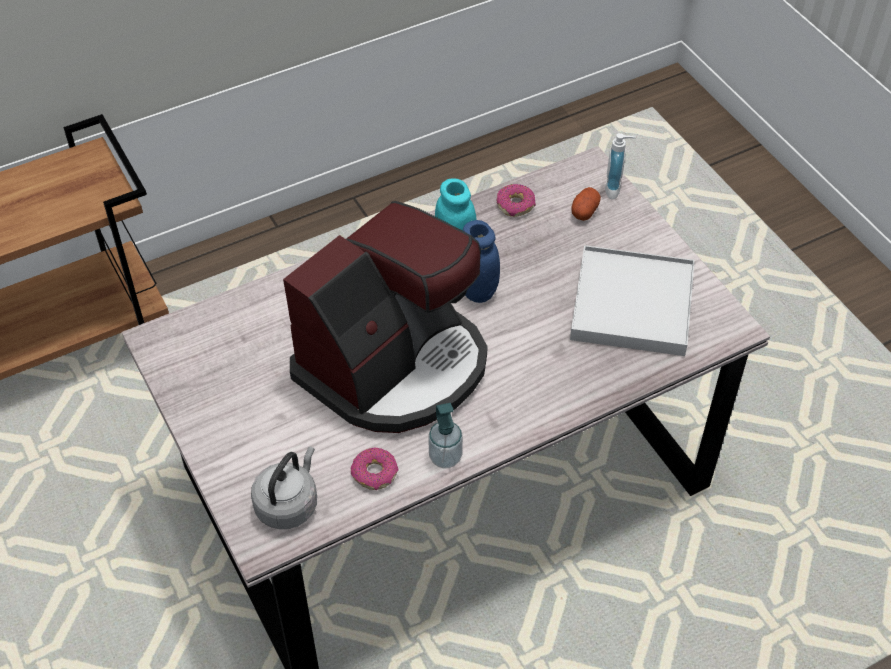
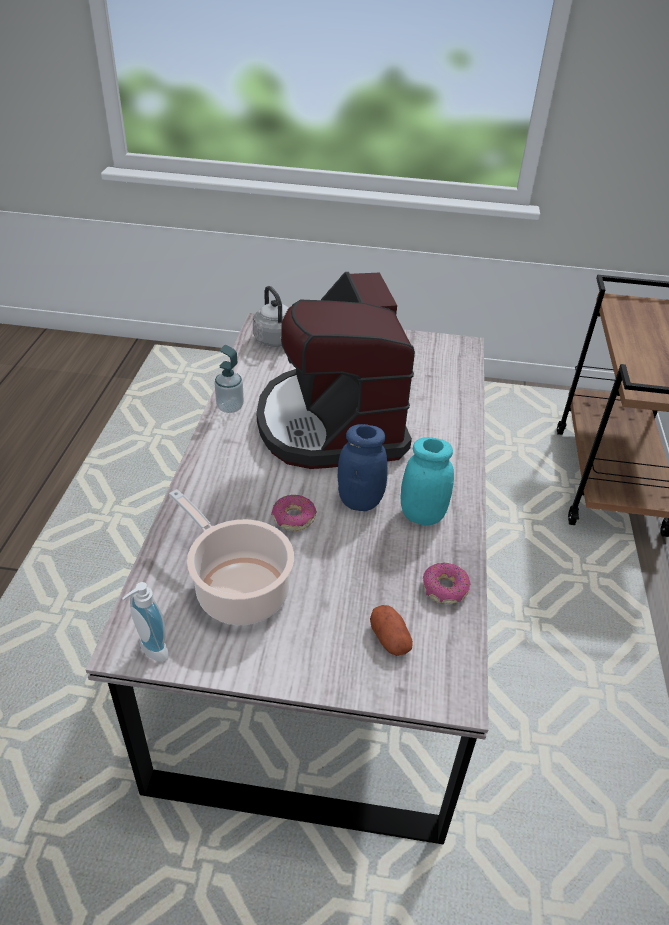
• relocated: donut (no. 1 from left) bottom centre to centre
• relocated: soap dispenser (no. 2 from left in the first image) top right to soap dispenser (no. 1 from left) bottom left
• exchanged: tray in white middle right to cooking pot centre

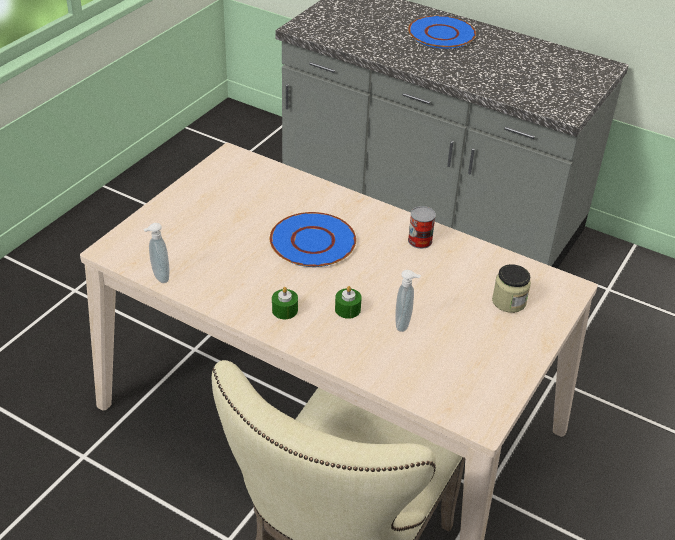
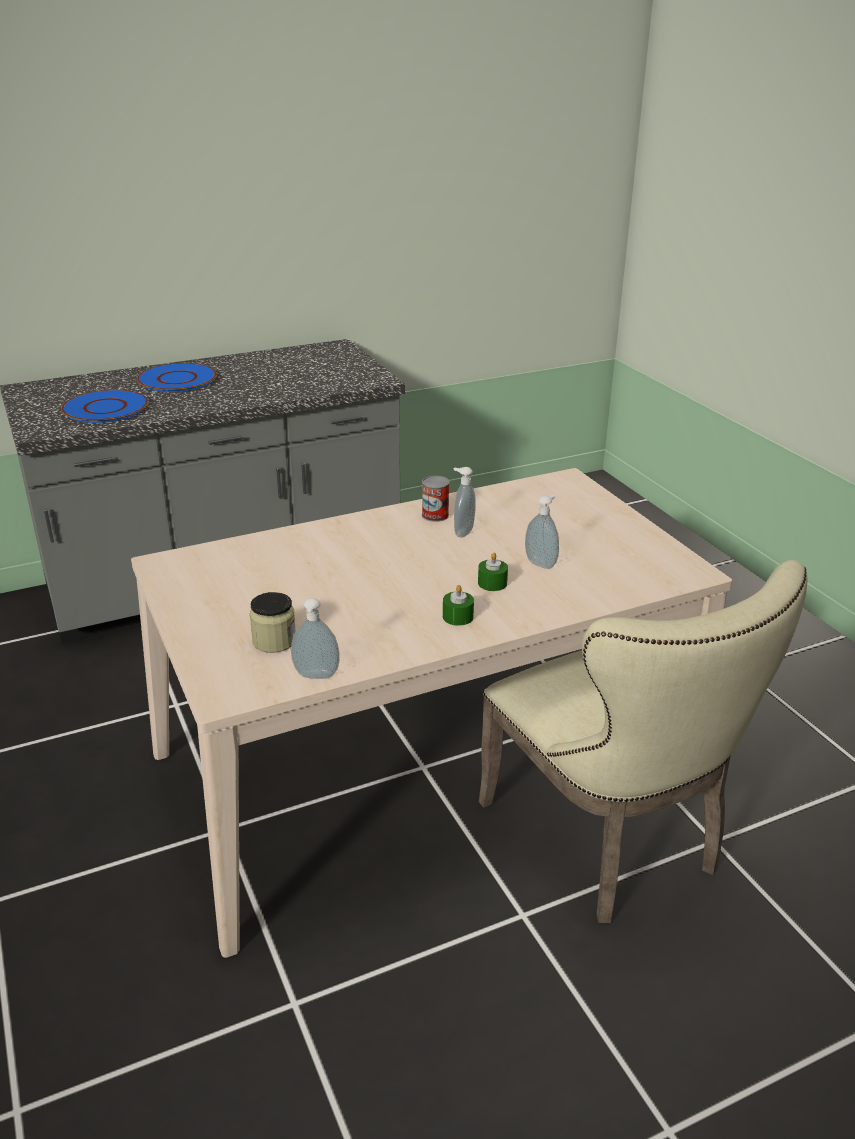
• appeared: soap dispenser (no. 2 from left) centre
• relocated: plate in blue (no. 1 from left) centre to middle left
• relocated: jar middle right to middle left

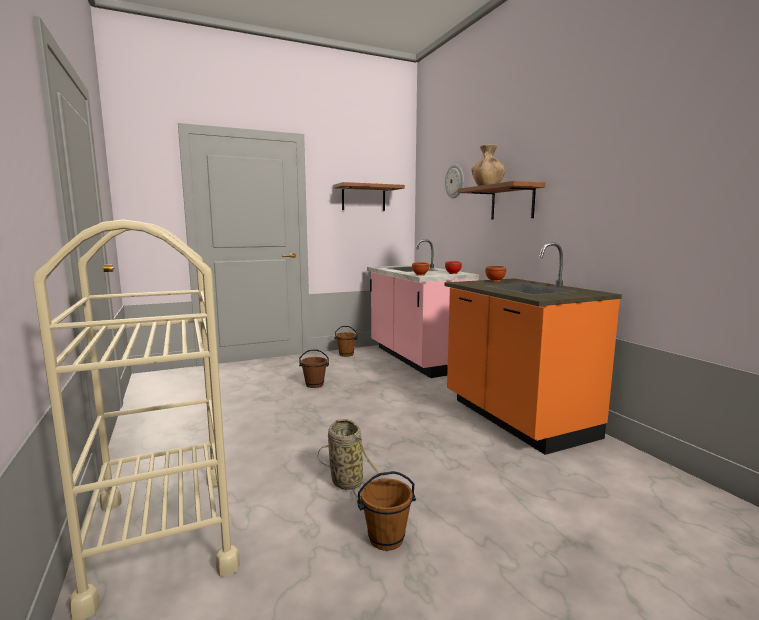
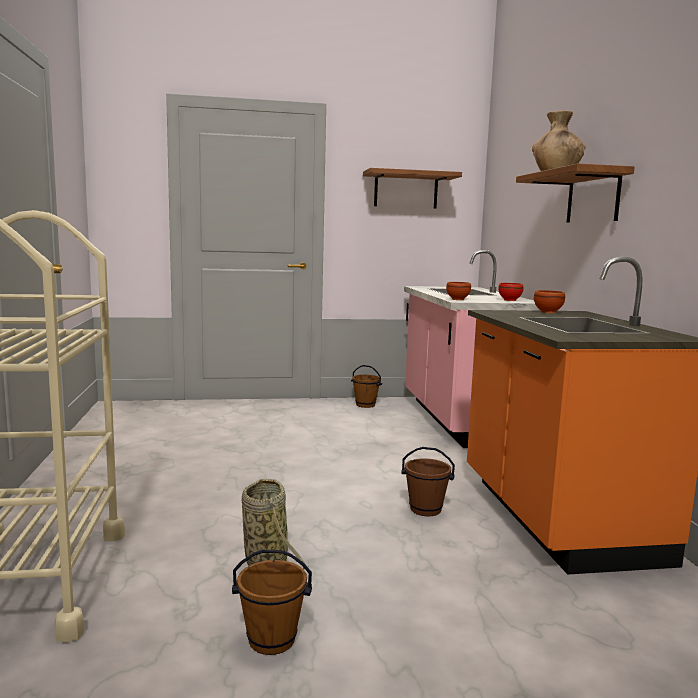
• missing: wall clock top centre
• relocated: bucket in brown (no. 1 from left in the first image) centre to bucket in brown (no. 3 from left) bottom centre

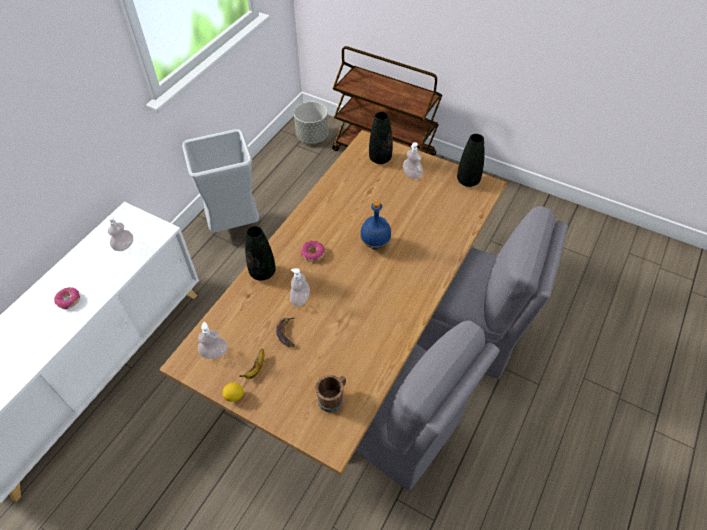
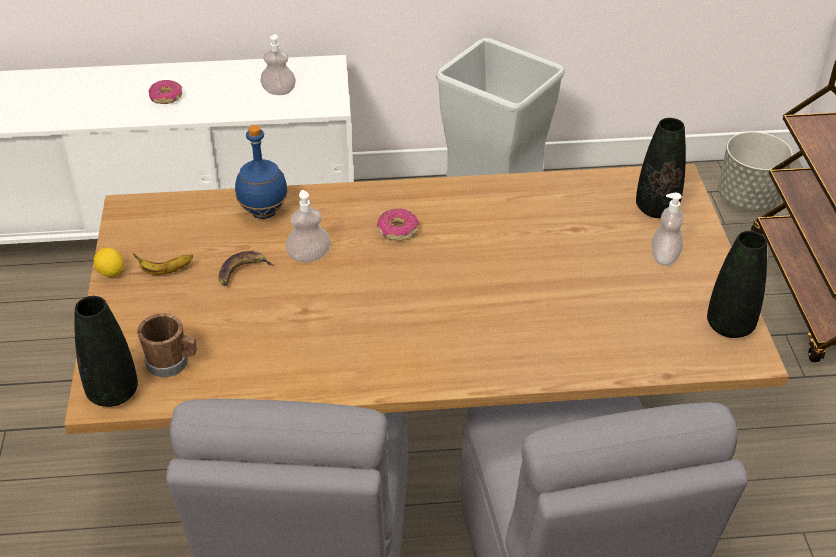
• missing: soap dispenser (no. 2 from left) middle left
• relocated: vase in black (no. 1 from left) centre to middle left
• relocated: bottle in blue centre to top left

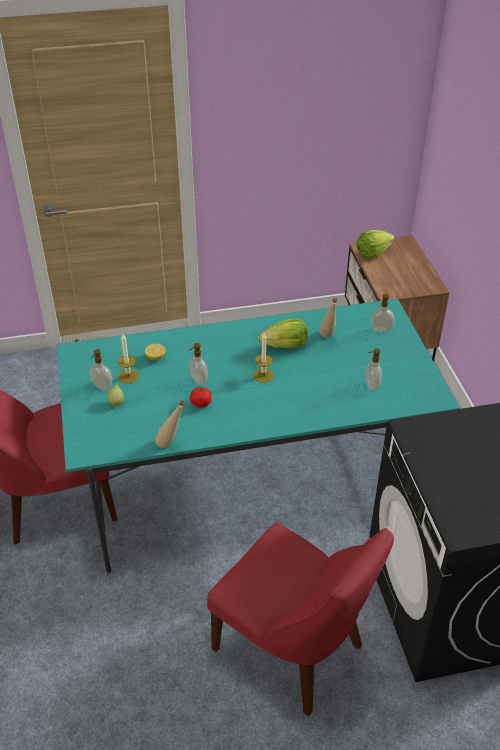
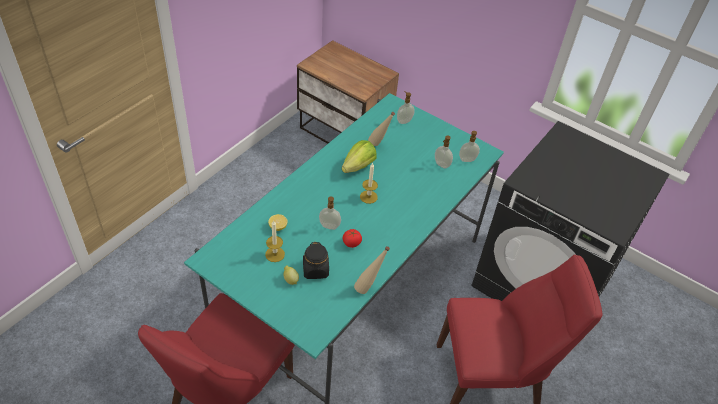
• missing: lettuce (no. 2 from left) top right
• appeared: jar in black centre
• relocated: soap dispenser (no. 1 from left in the first image) middle left to soap dispenser (no. 4 from left) centre

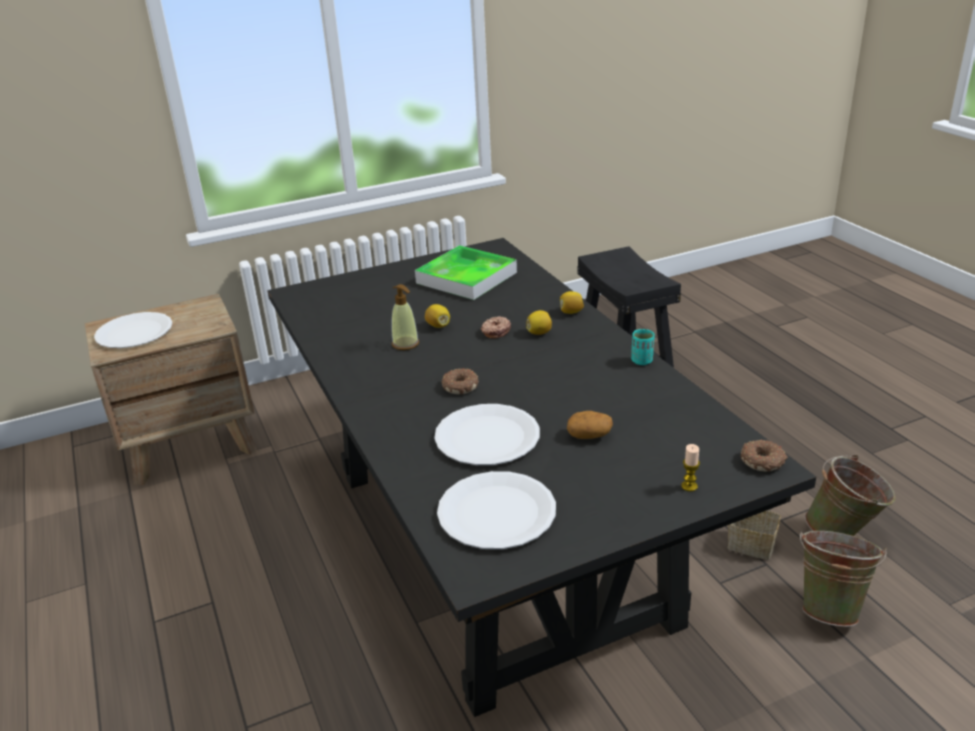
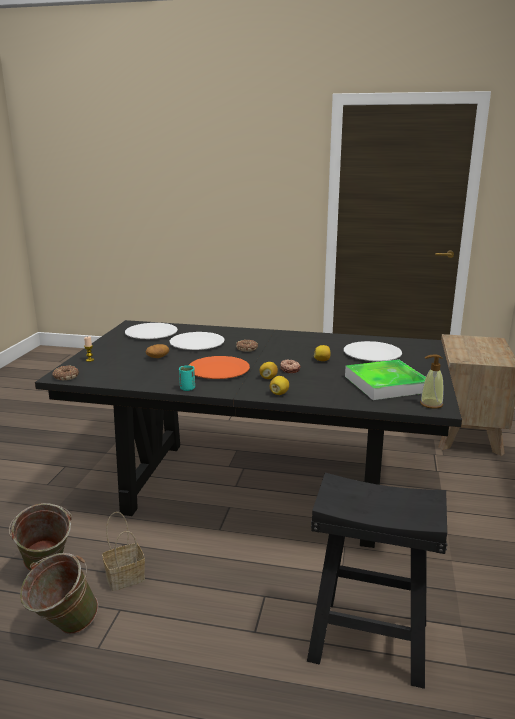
• appeared: plate in orange centre
• relocated: plate in white (no. 1 from left in the first image) middle left to plate in white (no. 3 from left) middle right
• relocated: soap dispenser centre to middle right

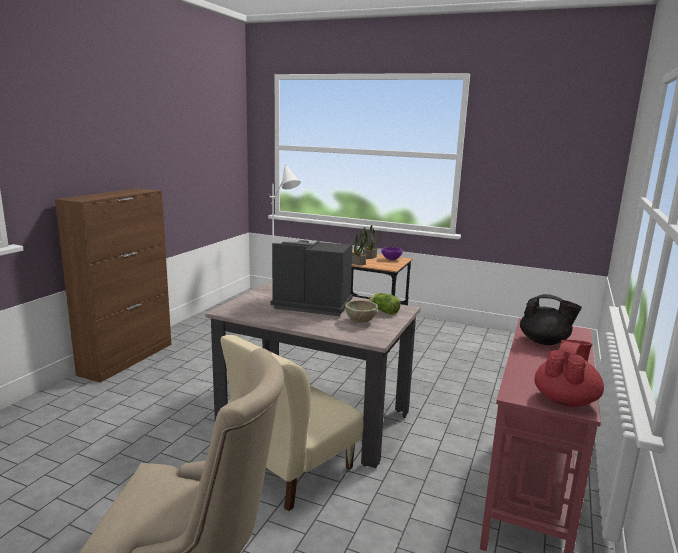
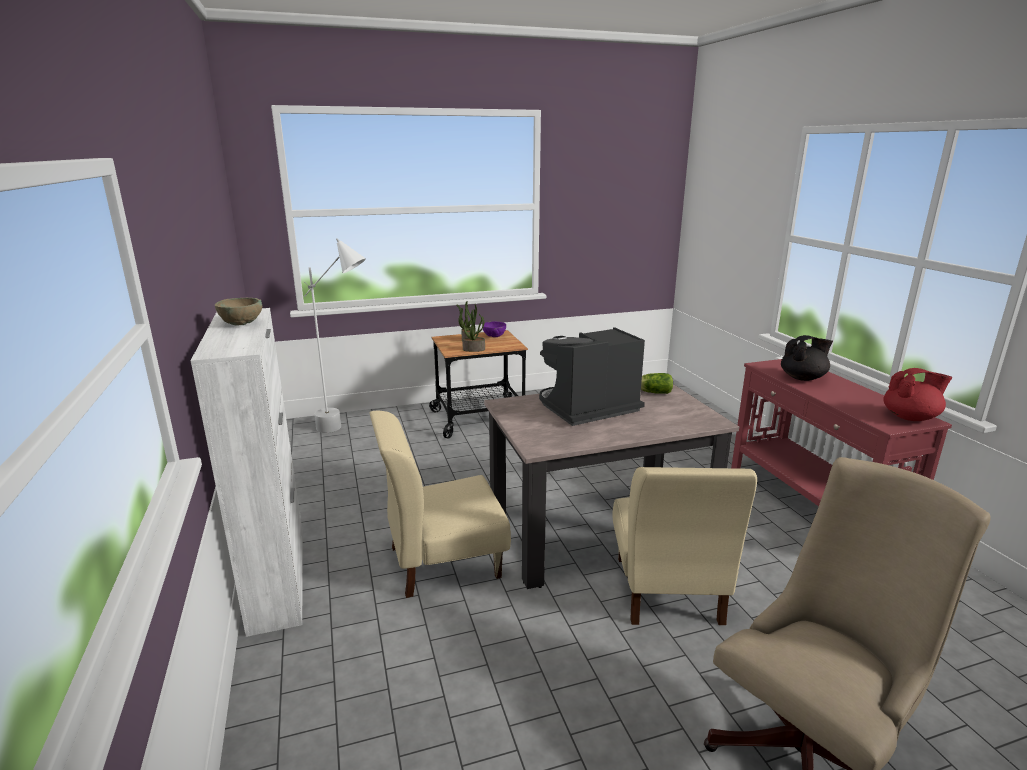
• appeared: chair in beige (no. 1 from left) centre
• relocated: bowl in beige centre to middle left
• colour: cabinet in brown middle left to cabinet in white middle left
• spun: teapot in red bottom right = middle right 90 degrees clockwise

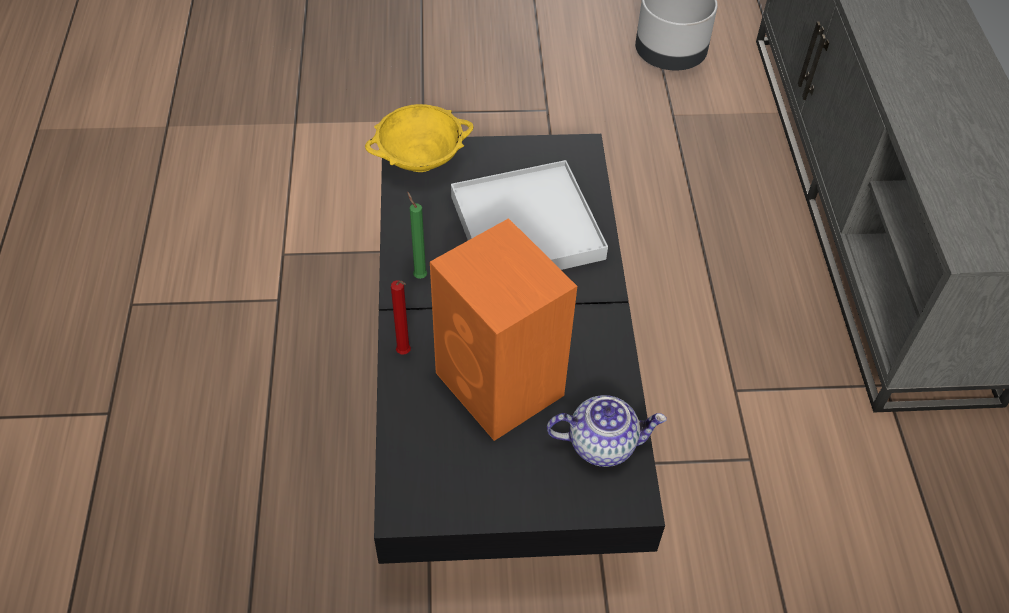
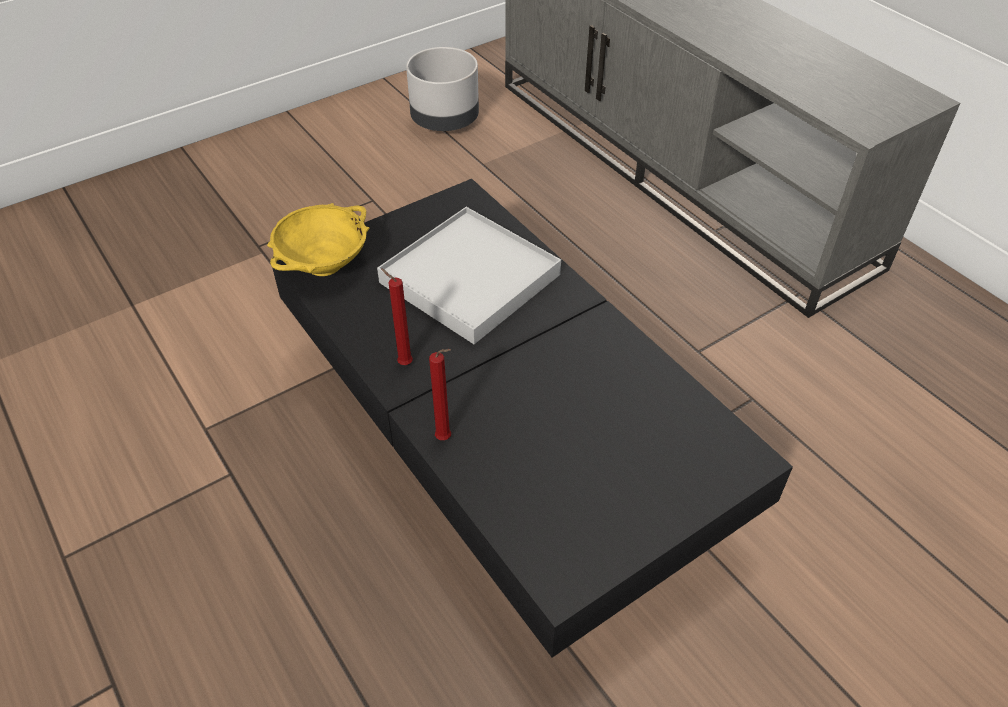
• missing: speaker in orange centre
• missing: teapot bottom centre
• colour: candle in green centre to candle in red (no. 1 from left) centre

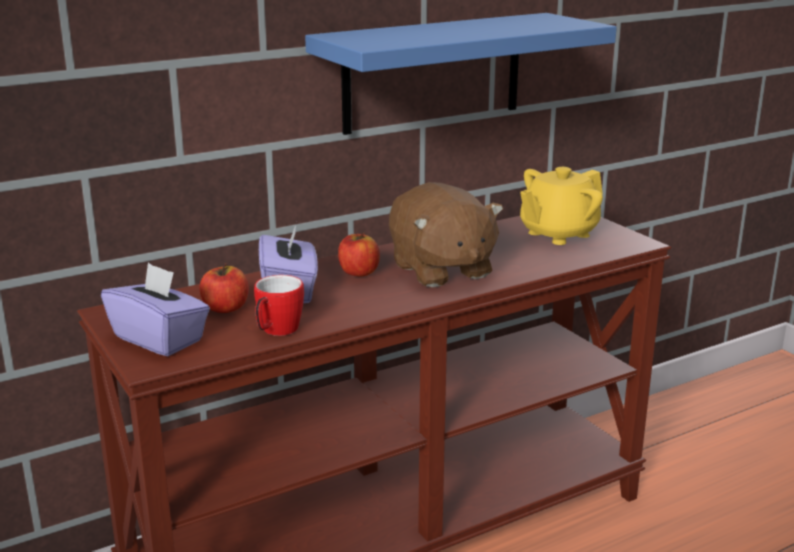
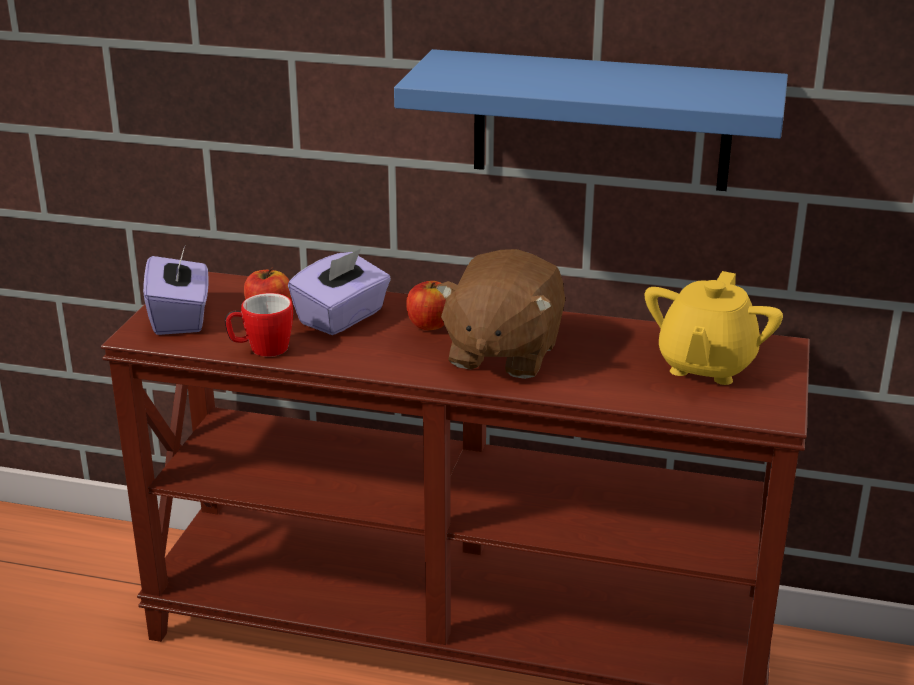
• spun: teapot in yellow middle right = middle right 75 degrees counterclockwise

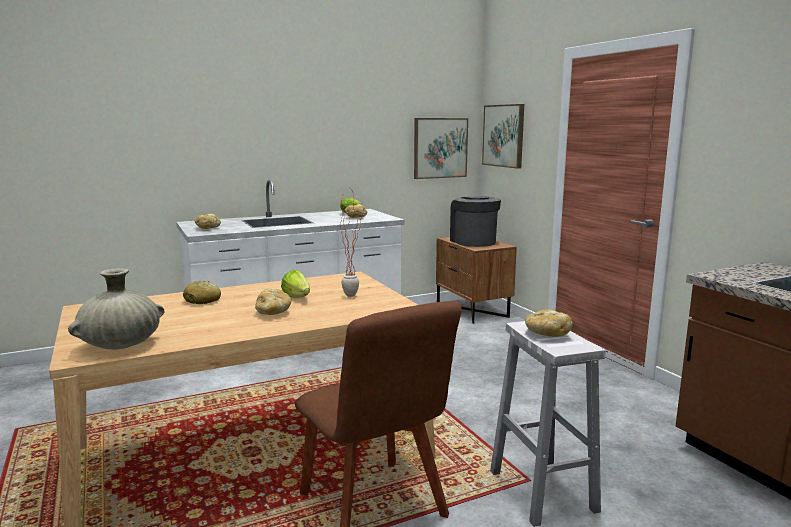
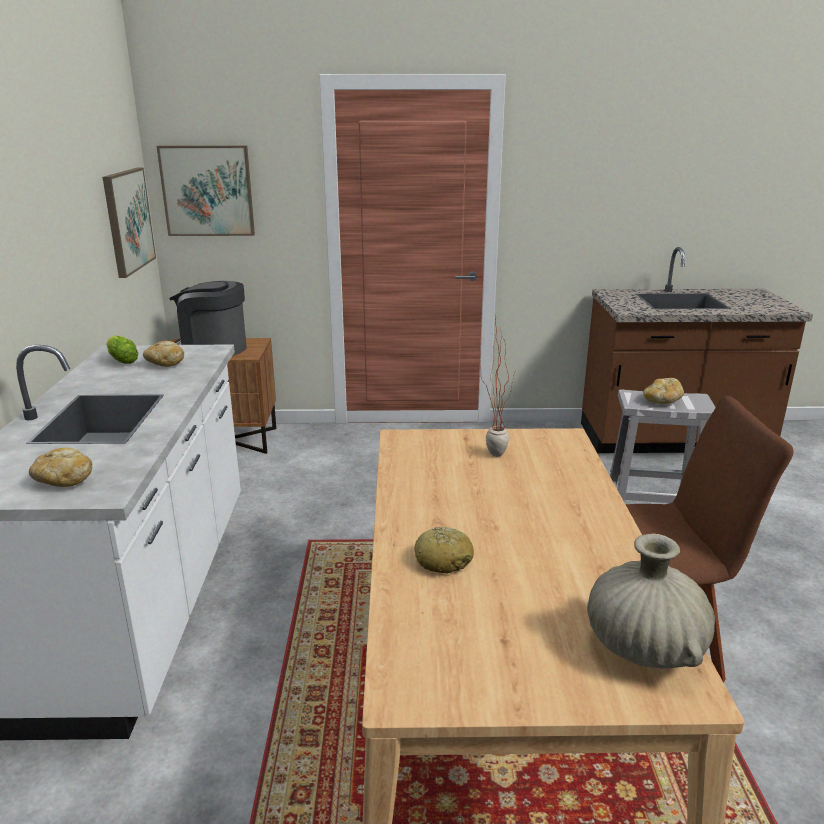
• missing: bread (no. 3 from left) centre
• missing: lettuce (no. 1 from left) centre

